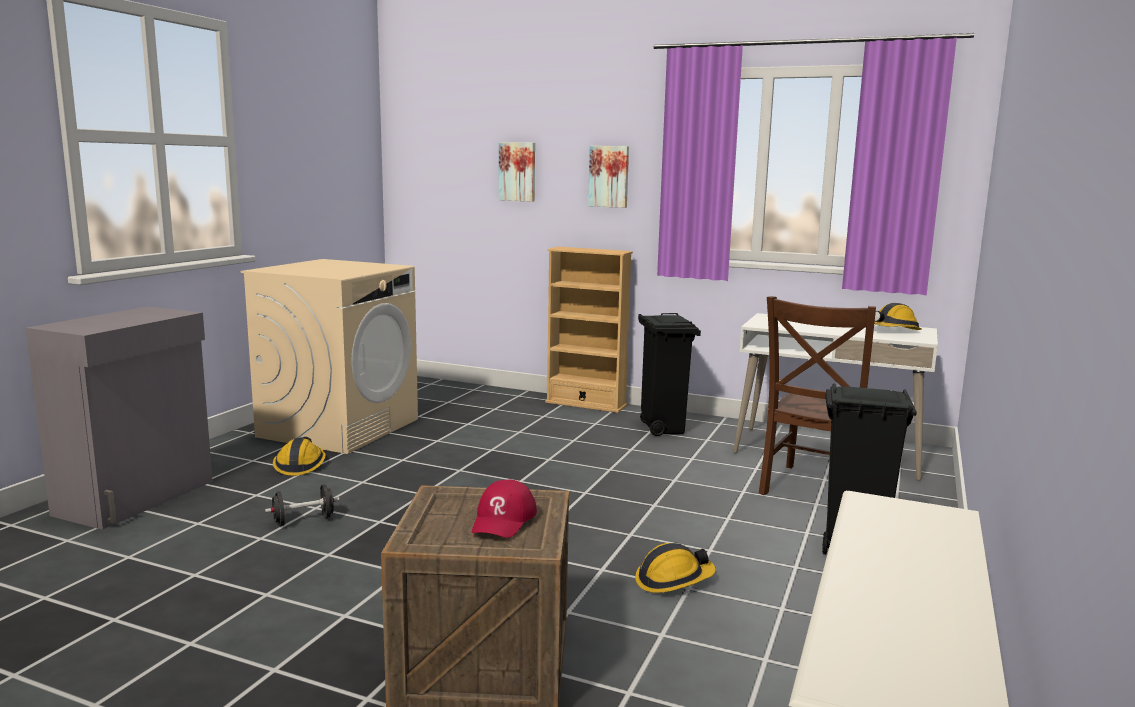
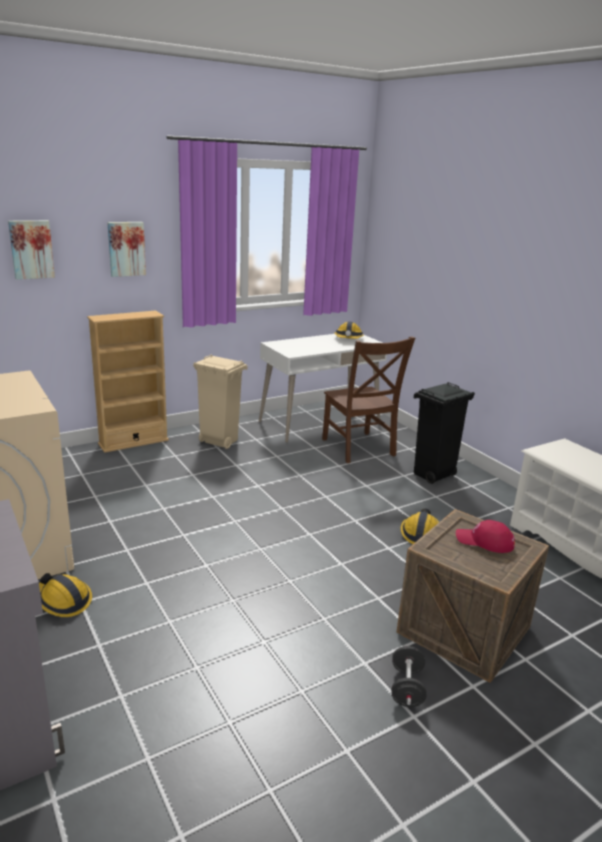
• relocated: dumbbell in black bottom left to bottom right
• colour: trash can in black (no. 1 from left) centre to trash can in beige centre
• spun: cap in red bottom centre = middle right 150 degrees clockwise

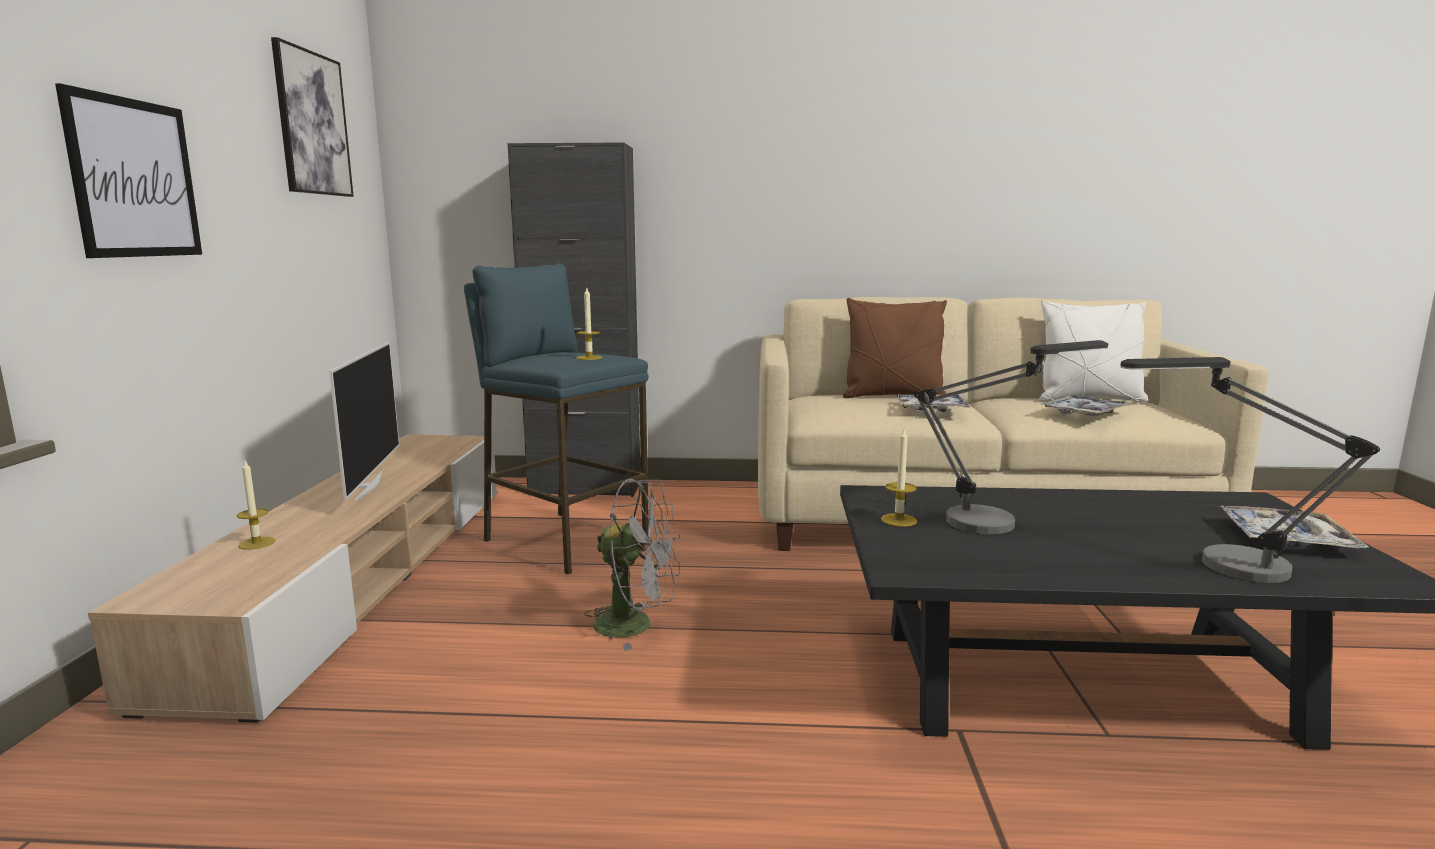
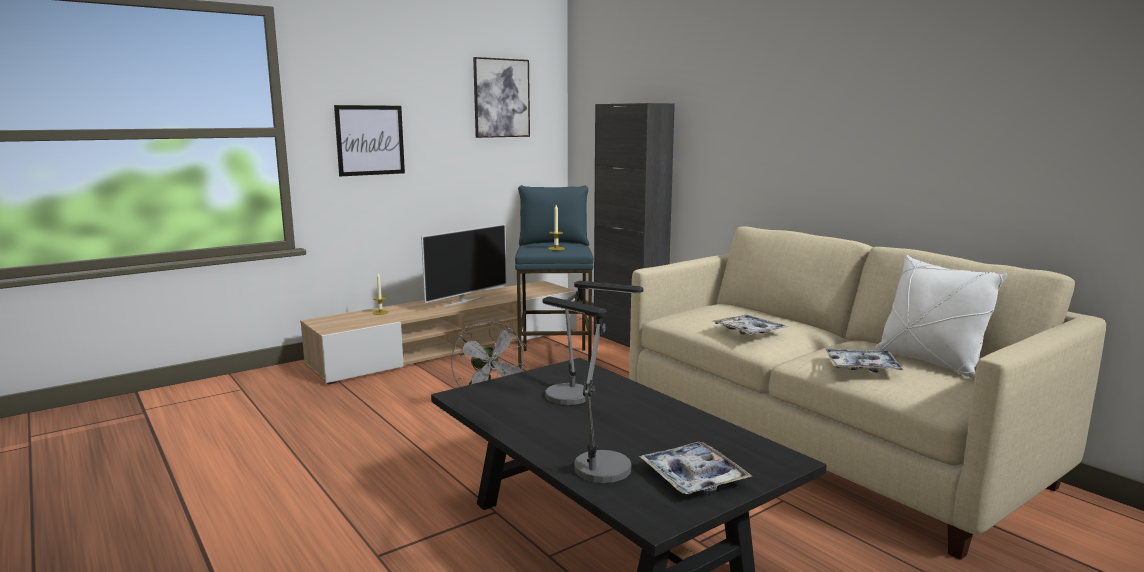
• missing: pillow in brown centre
• missing: candle (no. 3 from left) centre

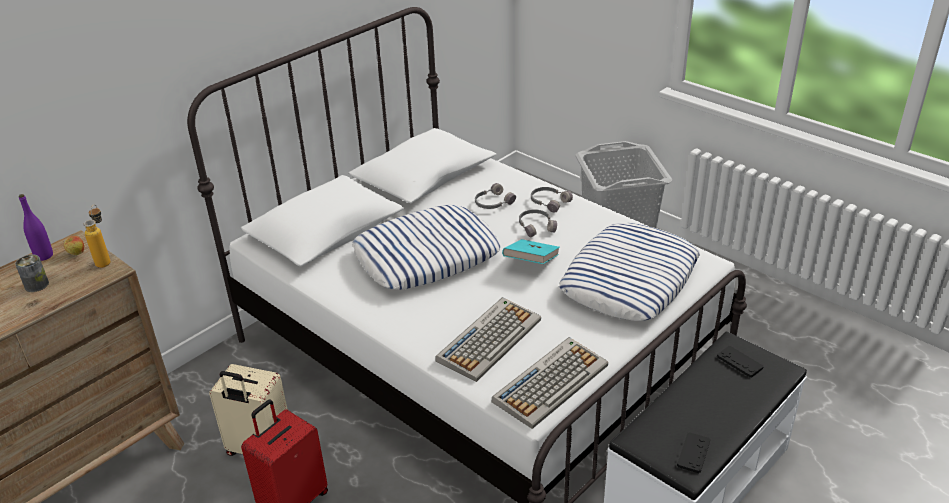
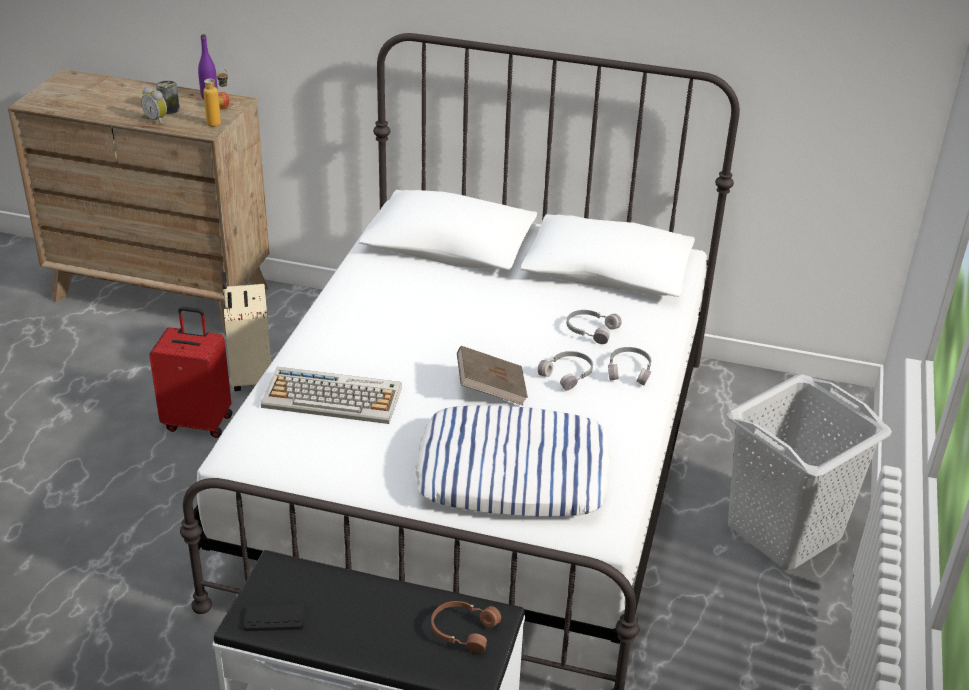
• missing: pillow (no. 1 from left) centre
• missing: keyboard (no. 2 from left) bottom centre
• appeared: alarm clock top left
• exchanged: game controller in black (no. 2 from left) bottom right to headphones in brown bottom centre
• colour: book in turquoise centre to book in brown centre

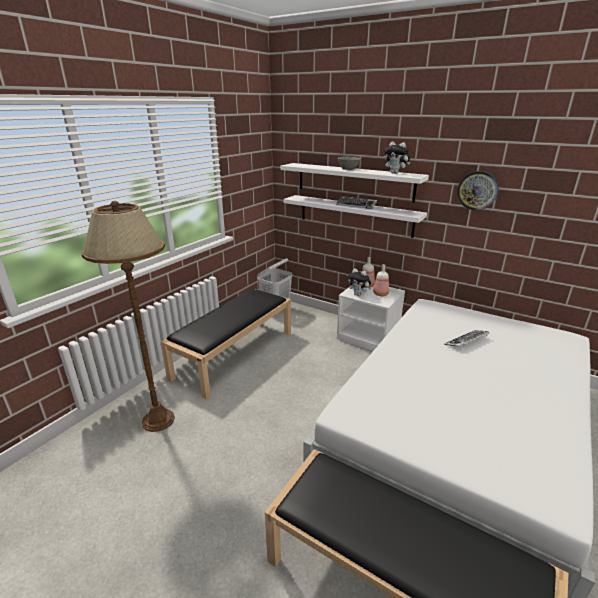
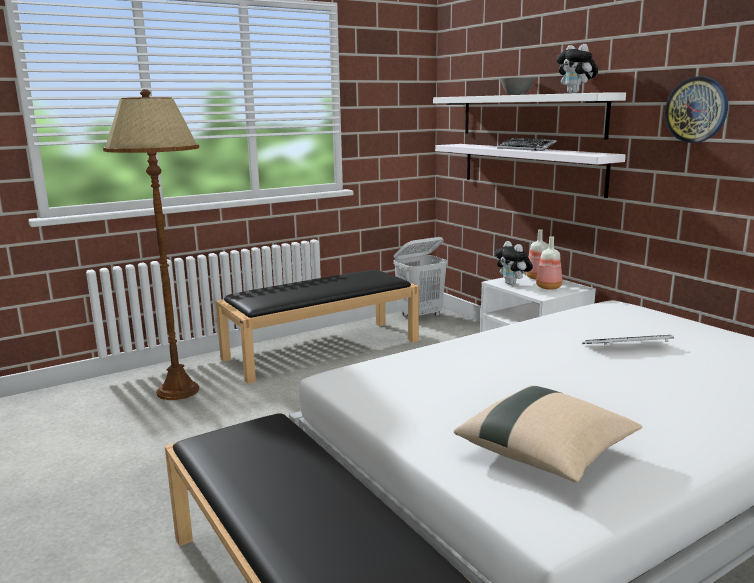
• appeared: pillow in beige bottom right

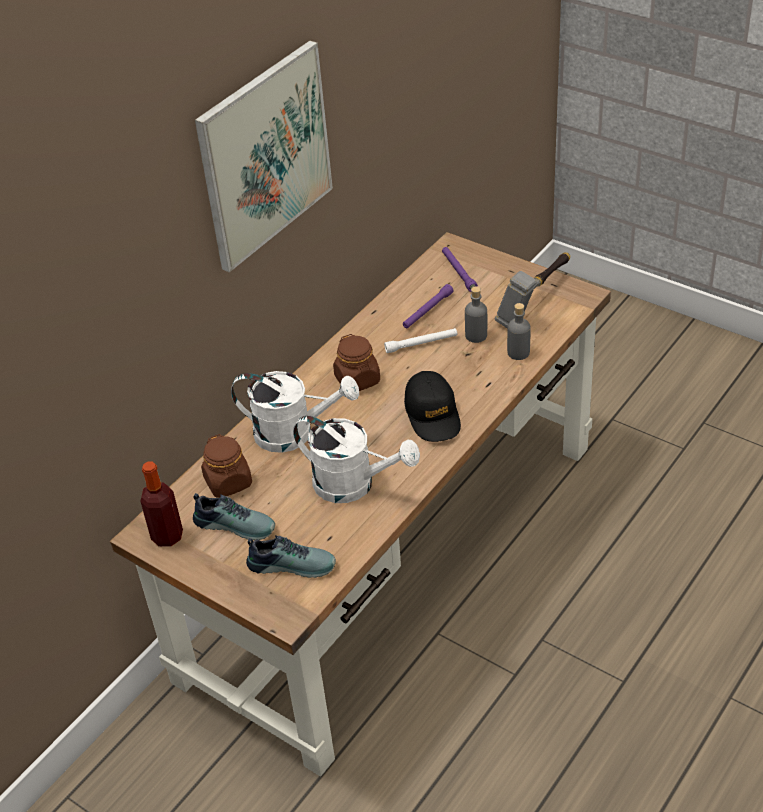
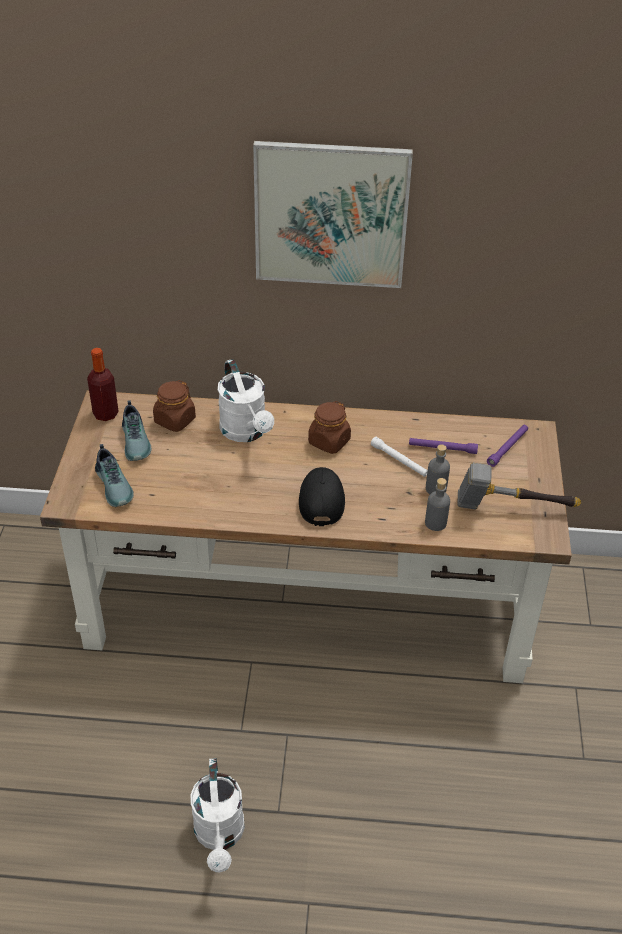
• relocated: watering can in white (no. 2 from left in the first image) centre to watering can in white (no. 1 from left) bottom centre
• spun: cap in black centre = centre 135 degrees clockwise

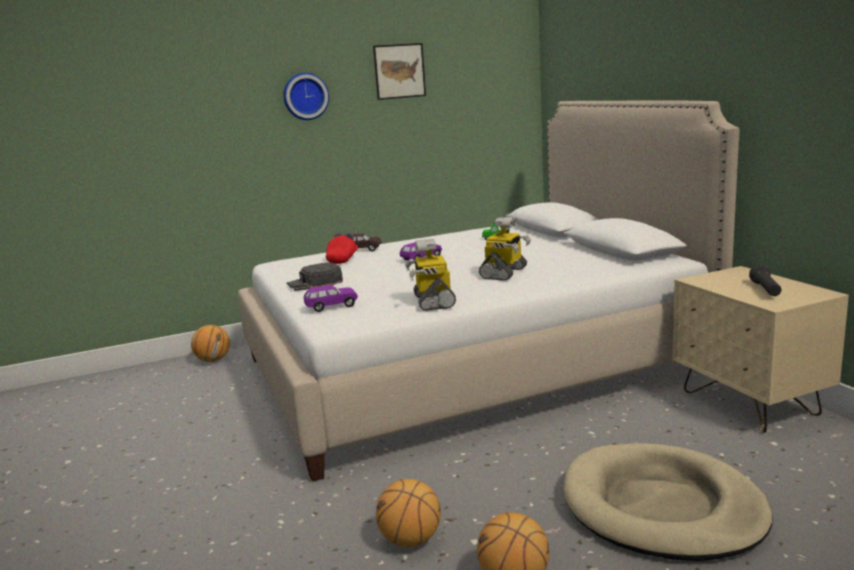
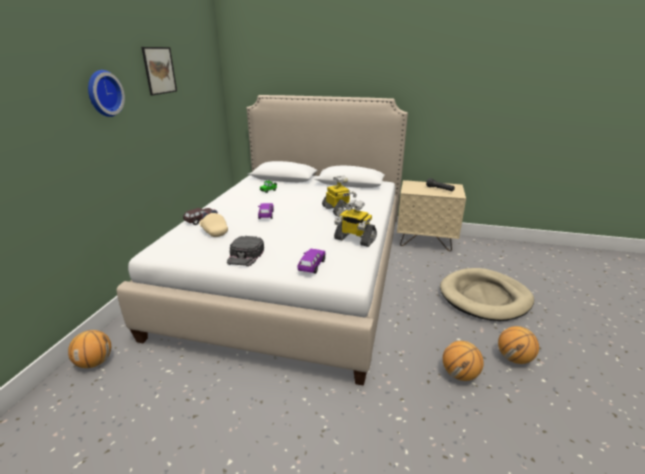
• colour: cap in red centre to cap in beige middle left

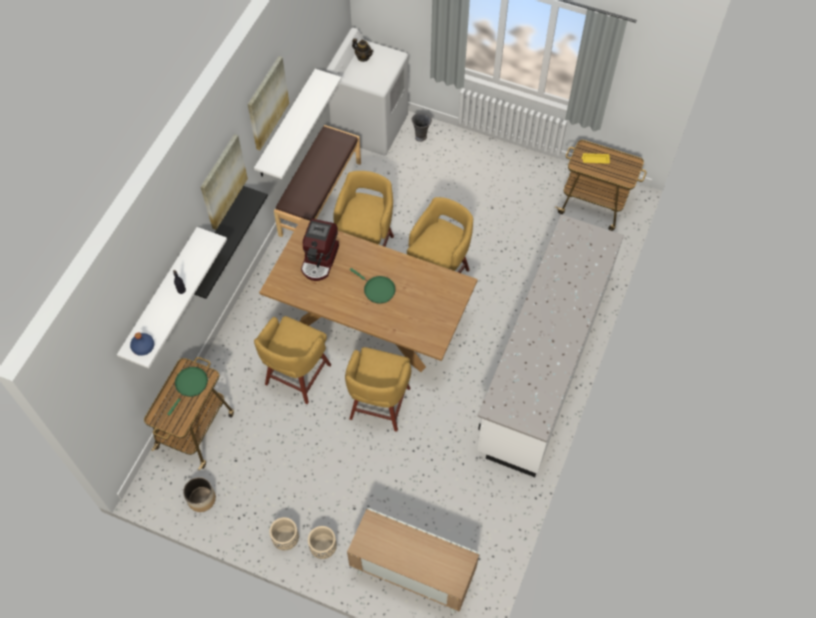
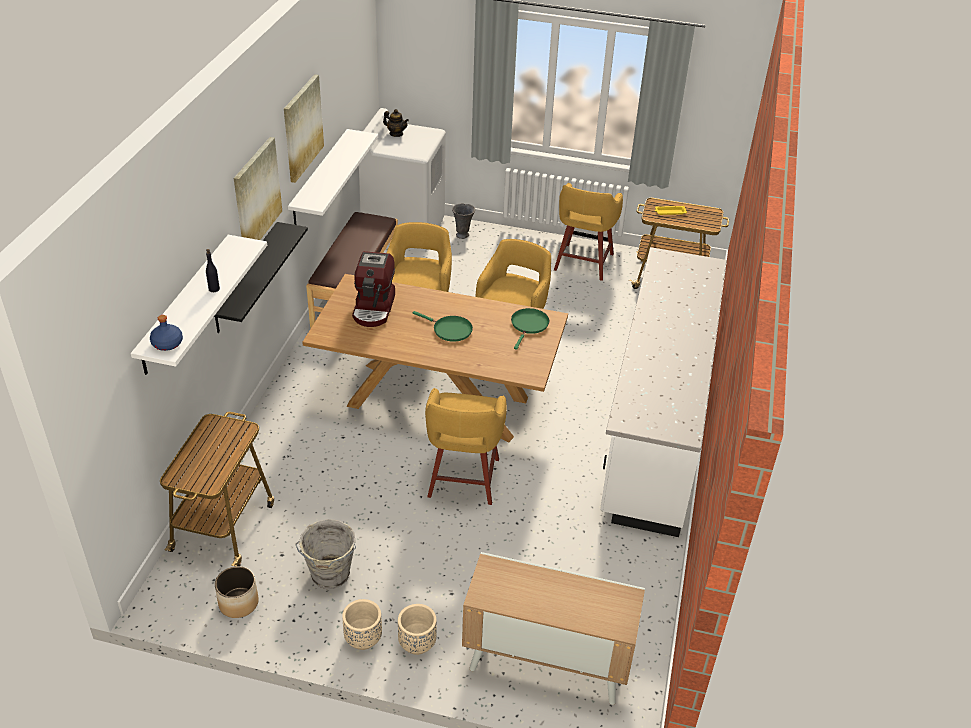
• appeared: bucket in grey bottom centre
• relocated: frying pan in green (no. 1 from left in the first image) middle left to frying pan in green (no. 2 from left) centre
• relocated: stool in yellow (no. 1 from left in the first image) centre to stool in yellow (no. 4 from left) top centre

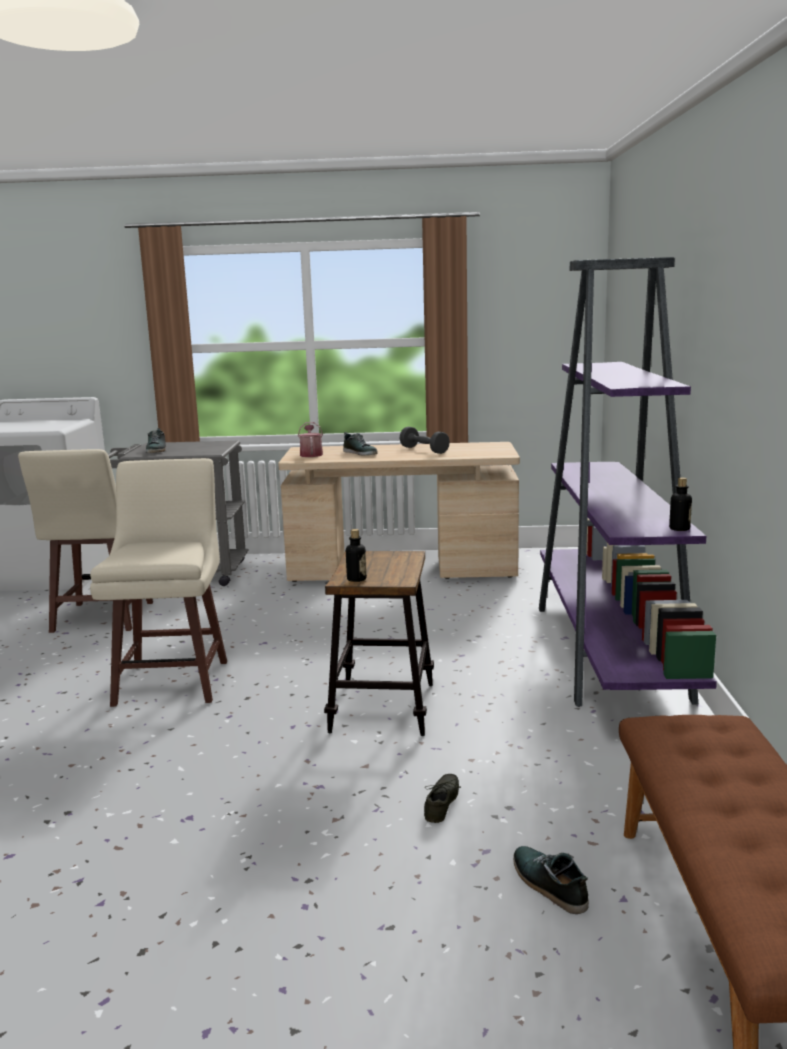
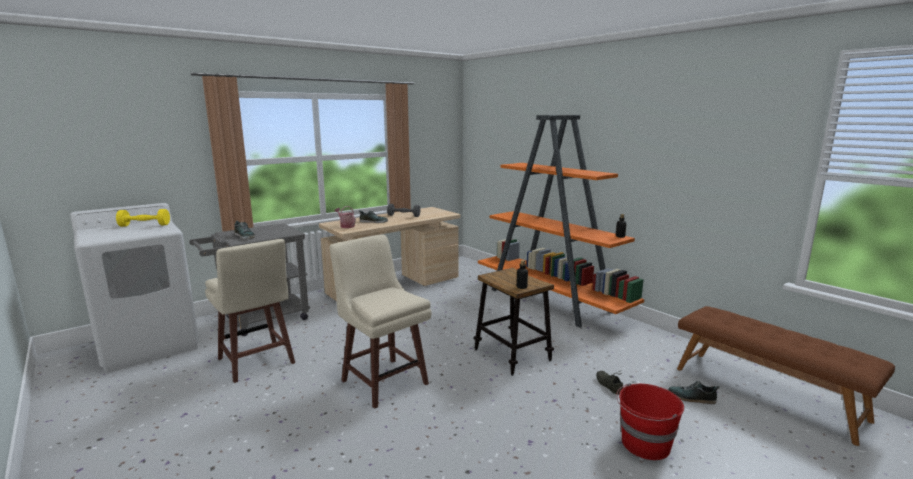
• appeared: dumbbell in yellow middle left
• appeared: bucket in red bottom right
• colour: bookcase in purple middle right to bookcase in orange centre

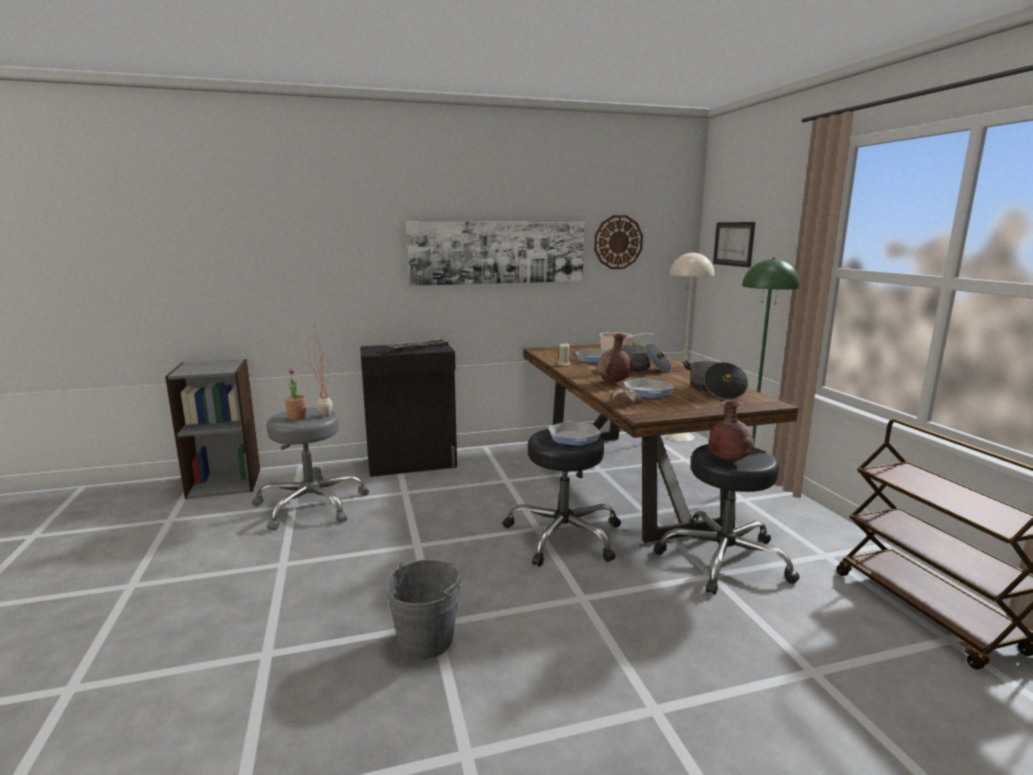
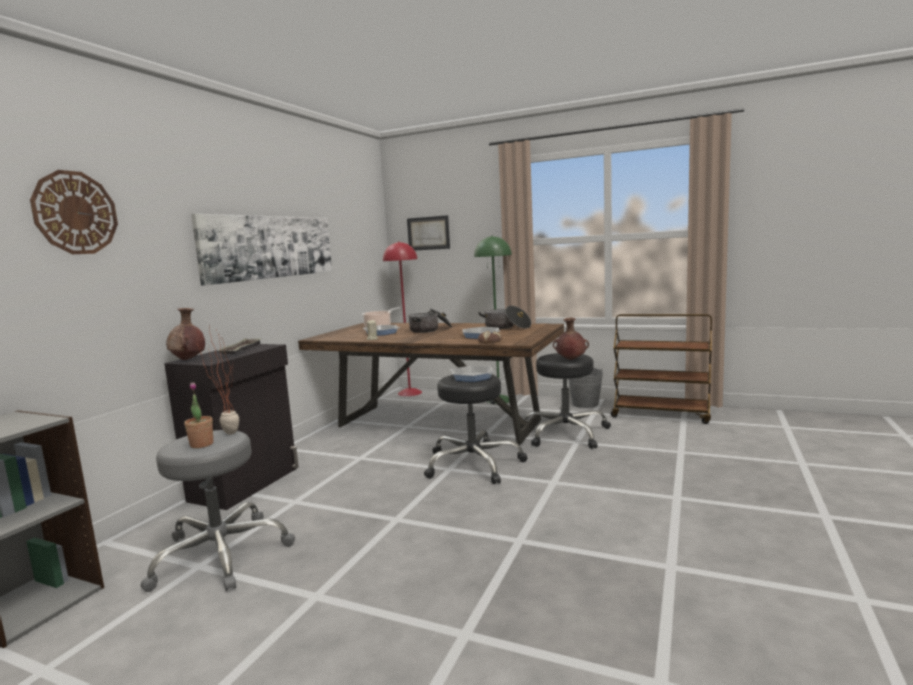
• relocated: bucket in grey bottom centre to centre
• relocated: wall clock top centre to top left
• relocated: vase in brown (no. 1 from left) centre to middle left
• colour: floor lamp in beige middle right to floor lamp in red centre

